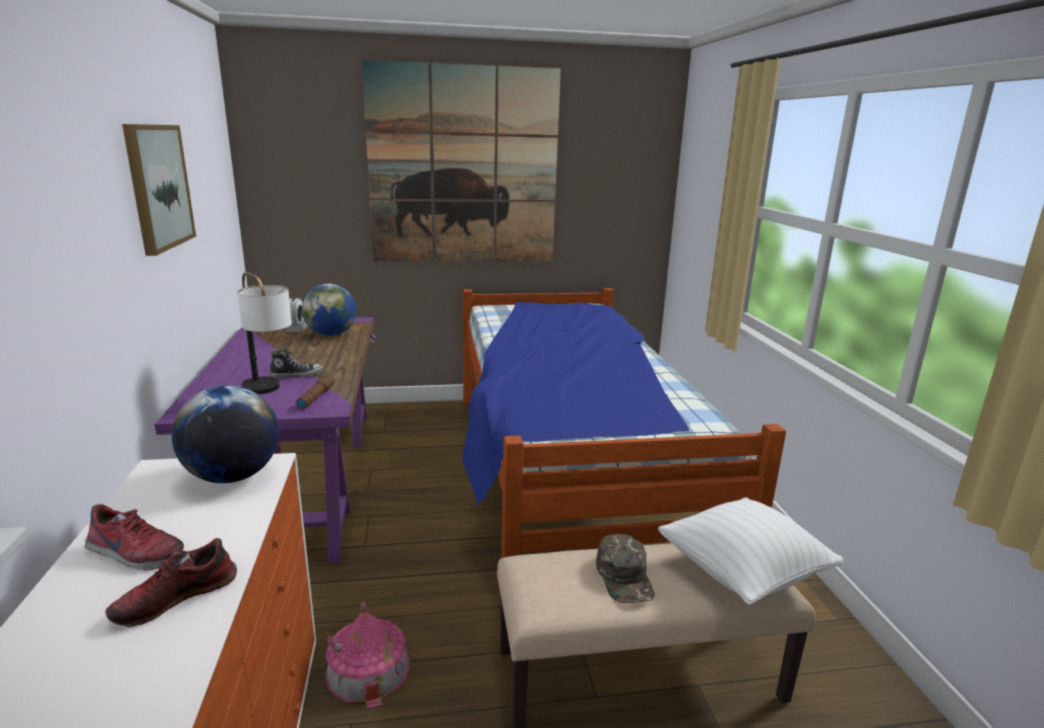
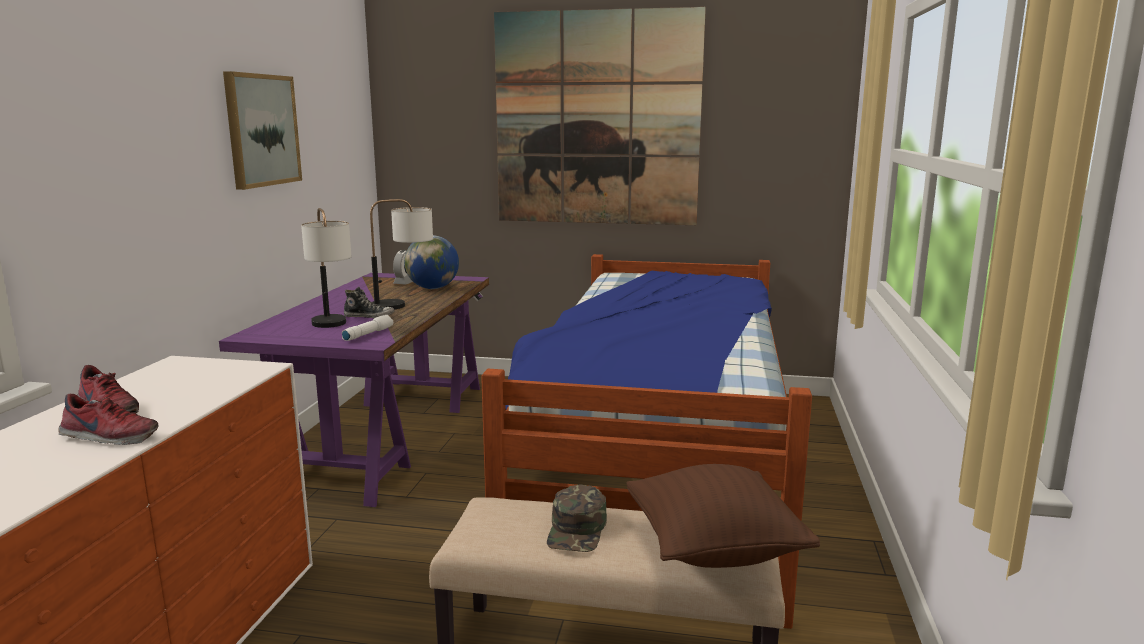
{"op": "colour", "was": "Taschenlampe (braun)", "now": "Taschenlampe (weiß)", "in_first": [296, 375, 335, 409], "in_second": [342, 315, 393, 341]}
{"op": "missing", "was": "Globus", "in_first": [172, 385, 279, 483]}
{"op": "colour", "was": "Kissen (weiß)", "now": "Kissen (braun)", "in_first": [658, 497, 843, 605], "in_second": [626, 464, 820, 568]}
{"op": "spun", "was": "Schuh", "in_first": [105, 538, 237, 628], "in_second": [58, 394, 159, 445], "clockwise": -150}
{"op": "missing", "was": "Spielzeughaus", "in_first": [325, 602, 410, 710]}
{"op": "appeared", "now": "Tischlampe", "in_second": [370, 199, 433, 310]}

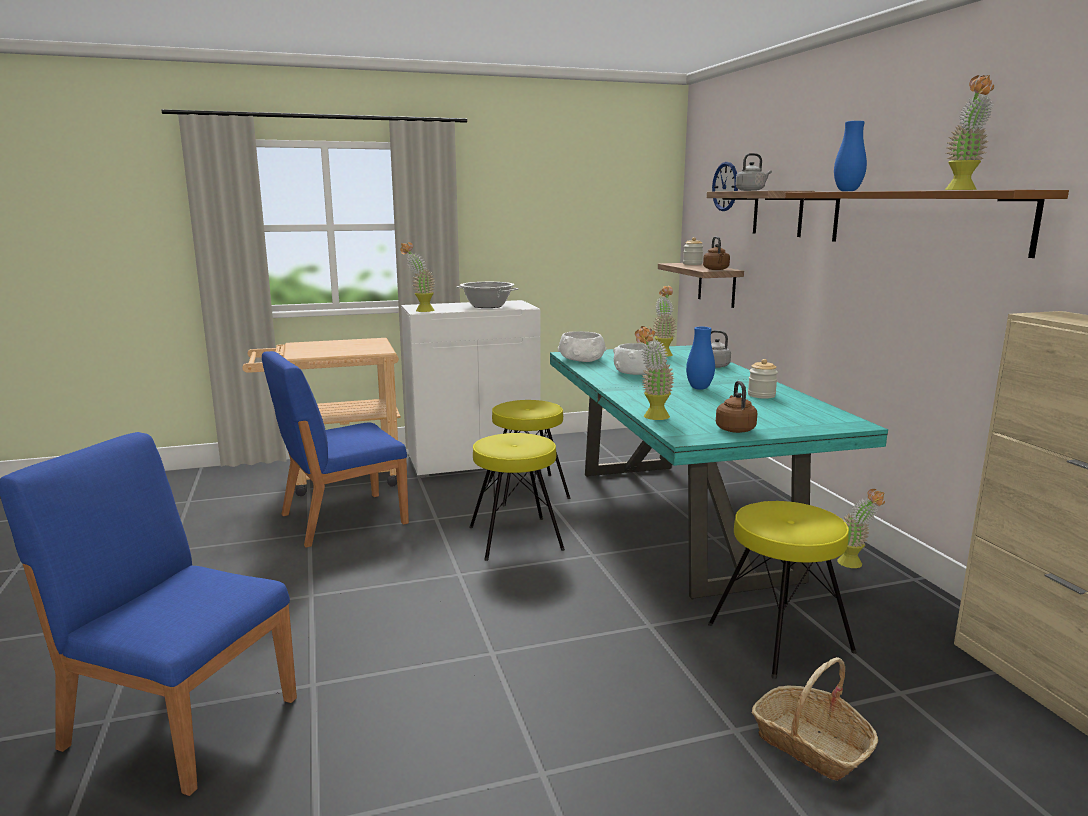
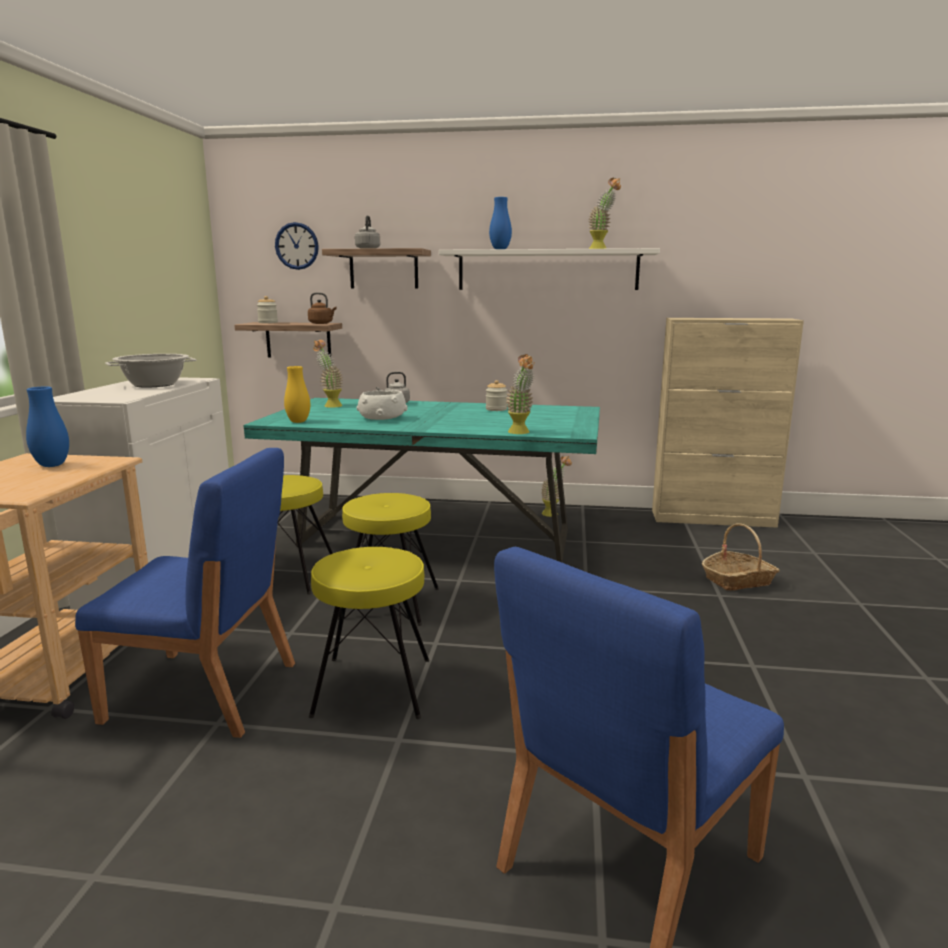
{"op": "colour", "was": "Wandregal (braun)", "now": "Wandregal (weiß)", "in_first": [785, 190, 1069, 258], "in_second": [439, 248, 660, 290]}
{"op": "missing", "was": "Topfpflanze", "in_first": [400, 242, 435, 312]}
{"op": "relocated", "was": "Vase (blau)", "in_first": [686, 327, 715, 390], "in_second": [26, 386, 69, 467]}
{"op": "exchanged", "was": "Schüssel (weiß)", "now": "Vase (gelb)", "in_first": [558, 331, 607, 362], "in_second": [284, 366, 310, 423]}
{"op": "spun", "was": "Stuhl (blau)", "in_first": [262, 351, 409, 547], "in_second": [75, 448, 295, 738], "clockwise": -75}
{"op": "missing", "was": "Wasserkessel (braun)", "in_first": [716, 381, 757, 433]}
{"op": "relocated", "was": "Hocker (gelb)", "in_first": [708, 501, 857, 679], "in_second": [309, 547, 429, 719]}

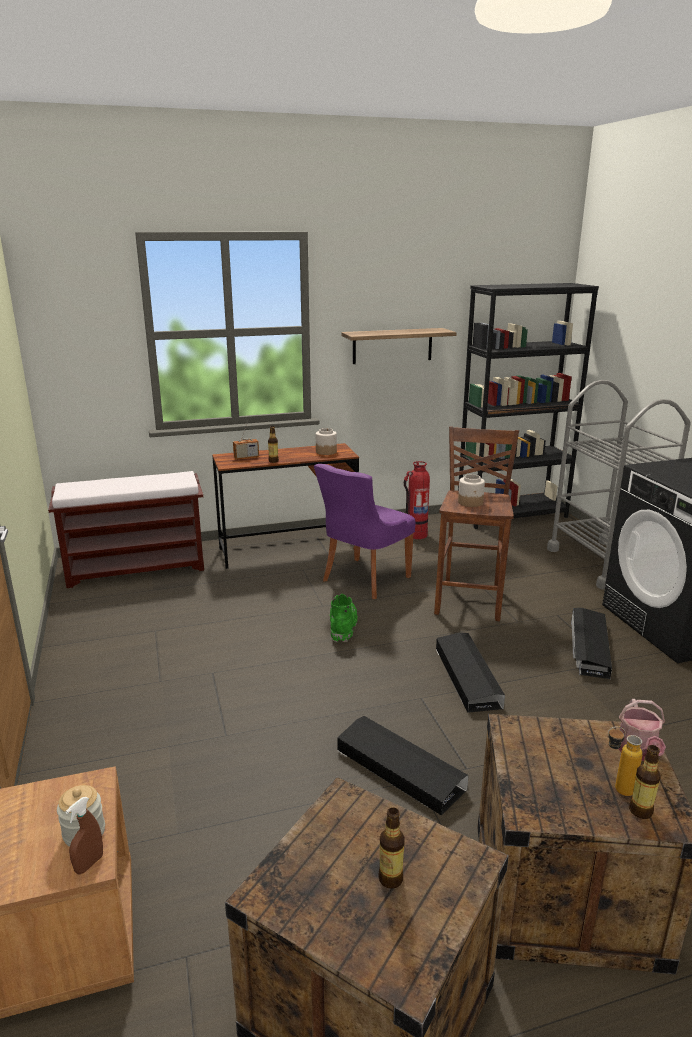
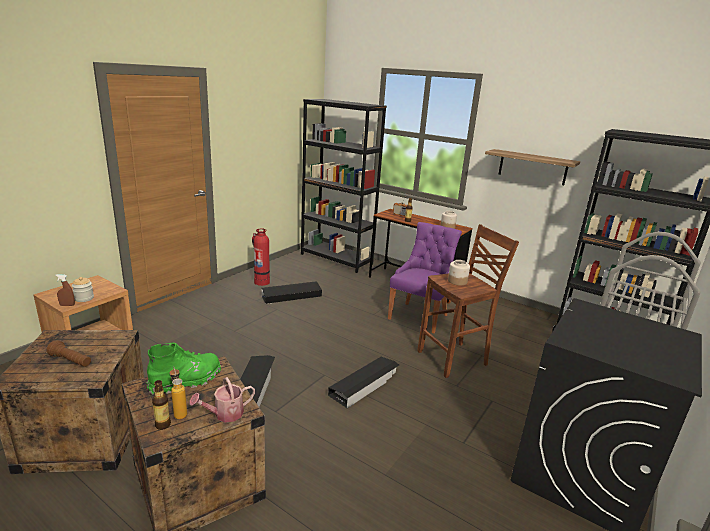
{"op": "relocated", "was": "Feuerlöscher", "in_first": [404, 461, 430, 539], "in_second": [252, 229, 270, 286]}
{"op": "spun", "was": "Stuhl (lila)", "in_first": [314, 464, 416, 599], "in_second": [388, 222, 462, 333], "clockwise": 120}
{"op": "exchanged", "was": "Bank (braun)", "now": "Bücherregal (schwarz)", "in_first": [48, 471, 204, 588], "in_second": [301, 99, 387, 273]}
{"op": "relocated", "was": "Stiefel (grün)", "in_first": [330, 594, 358, 642], "in_second": [147, 343, 221, 394]}
{"op": "relocated", "was": "Aufbewahrungsbox (schwarz)", "in_first": [571, 608, 612, 679], "in_second": [261, 281, 322, 304]}
{"op": "exchanged", "was": "Flasche", "now": "Taschenlampe (braun)", "in_first": [378, 807, 405, 889], "in_second": [47, 340, 91, 367]}

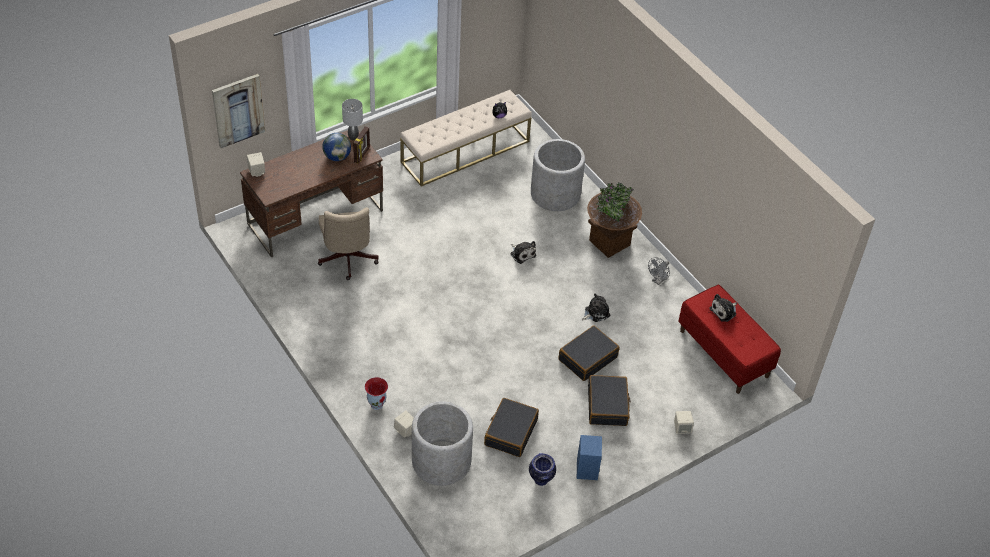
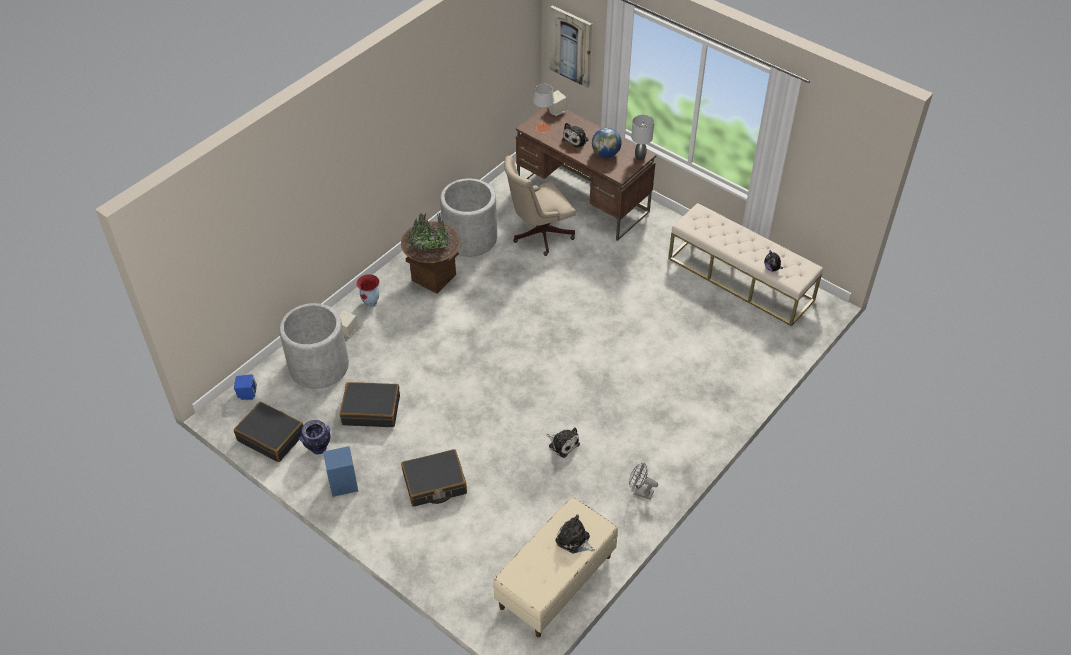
{"op": "missing", "was": "Bilderrahmen", "in_first": [353, 126, 370, 163]}
{"op": "relocated", "was": "Pflanzkübel (grau)", "in_first": [531, 139, 585, 211], "in_second": [440, 179, 497, 257]}
{"op": "relocated", "was": "Pflanzkübel (braun)", "in_first": [587, 182, 642, 258], "in_second": [401, 212, 460, 294]}
{"op": "relocated", "was": "Plüschtier", "in_first": [511, 241, 536, 264], "in_second": [562, 123, 589, 148]}
{"op": "colour", "was": "Bank (rot)", "now": "Bank (beige)", "in_first": [678, 285, 781, 394], "in_second": [493, 497, 618, 637]}
{"op": "relocated", "was": "Koffer (schwarz)", "in_first": [559, 325, 620, 381], "in_second": [234, 402, 303, 462]}
{"op": "missing", "was": "Lautsprecher (beige)", "in_first": [674, 411, 694, 434]}
{"op": "appeared", "now": "Tischlampe (grau)", "in_second": [533, 84, 554, 132]}
{"op": "appeared", "now": "Lautsprecher (blau)", "in_second": [234, 374, 257, 400]}

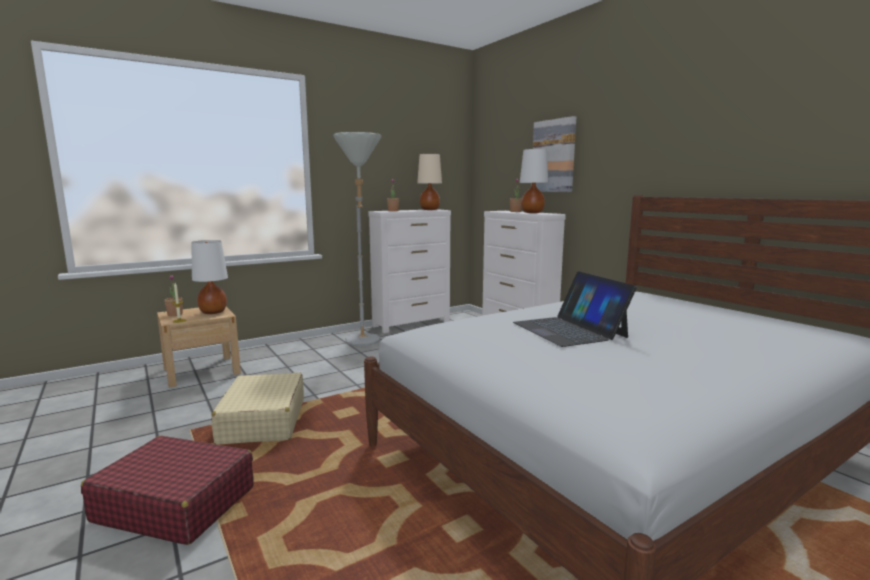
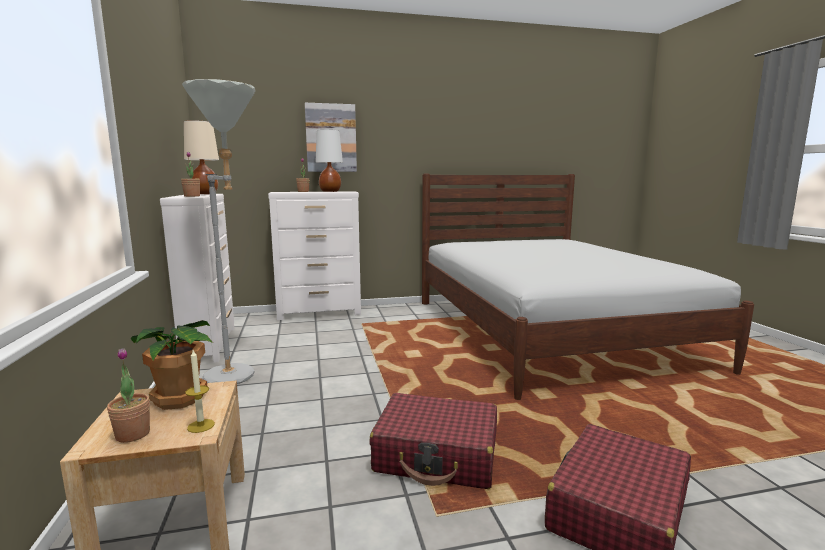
{"op": "exchanged", "was": "Tischlampe (weiß)", "now": "Topfpflanze", "in_first": [191, 240, 228, 314], "in_second": [130, 320, 213, 410]}
{"op": "missing", "was": "Laptop", "in_first": [513, 271, 637, 347]}
{"op": "colour", "was": "Koffer (beige)", "now": "Koffer (rot)", "in_first": [211, 373, 304, 445], "in_second": [369, 393, 497, 489]}

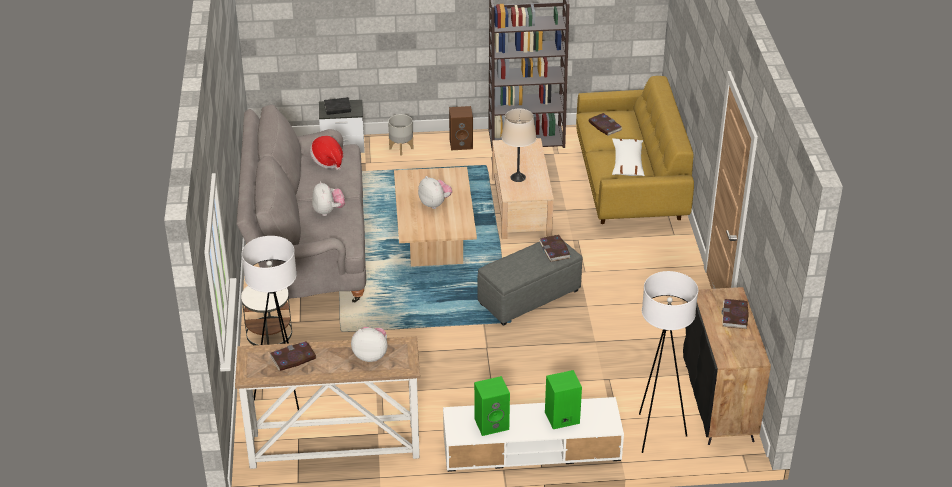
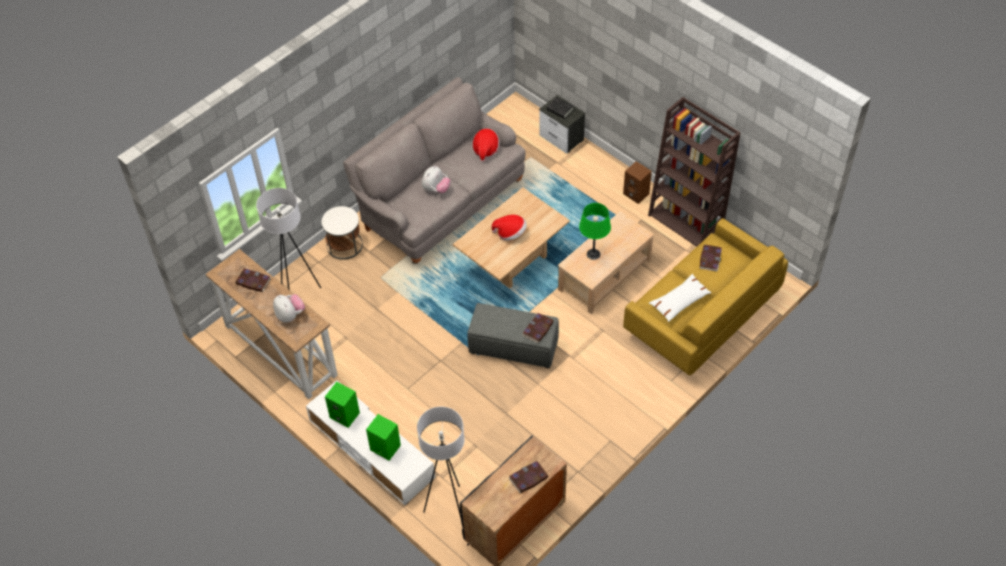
{"op": "colour", "was": "Tischlampe (beige)", "now": "Tischlampe (grün)", "in_first": [501, 108, 537, 182], "in_second": [579, 203, 611, 260]}
{"op": "missing", "was": "Pflanzkübel (grau)", "in_first": [388, 114, 413, 156]}
{"op": "exchanged", "was": "Plüschtier", "now": "Hut", "in_first": [418, 176, 452, 209], "in_second": [491, 215, 527, 241]}

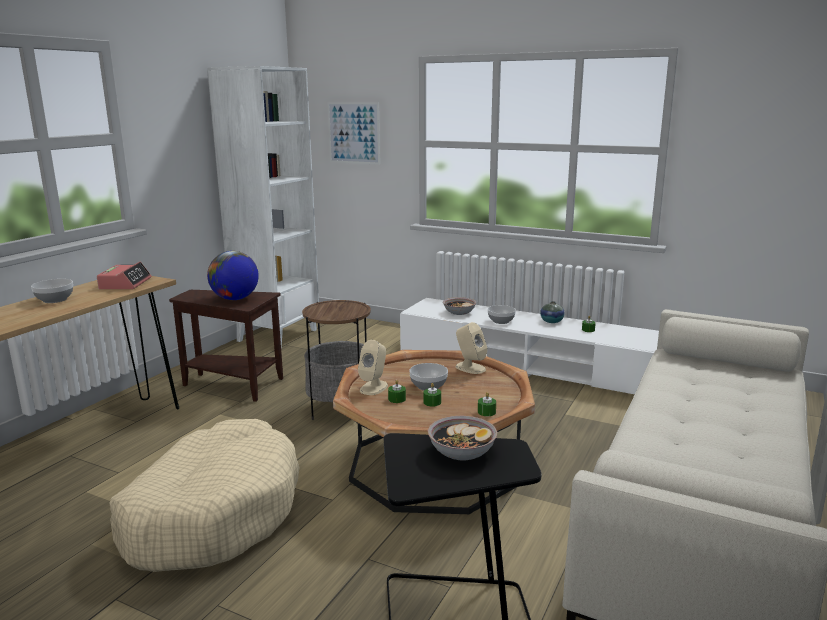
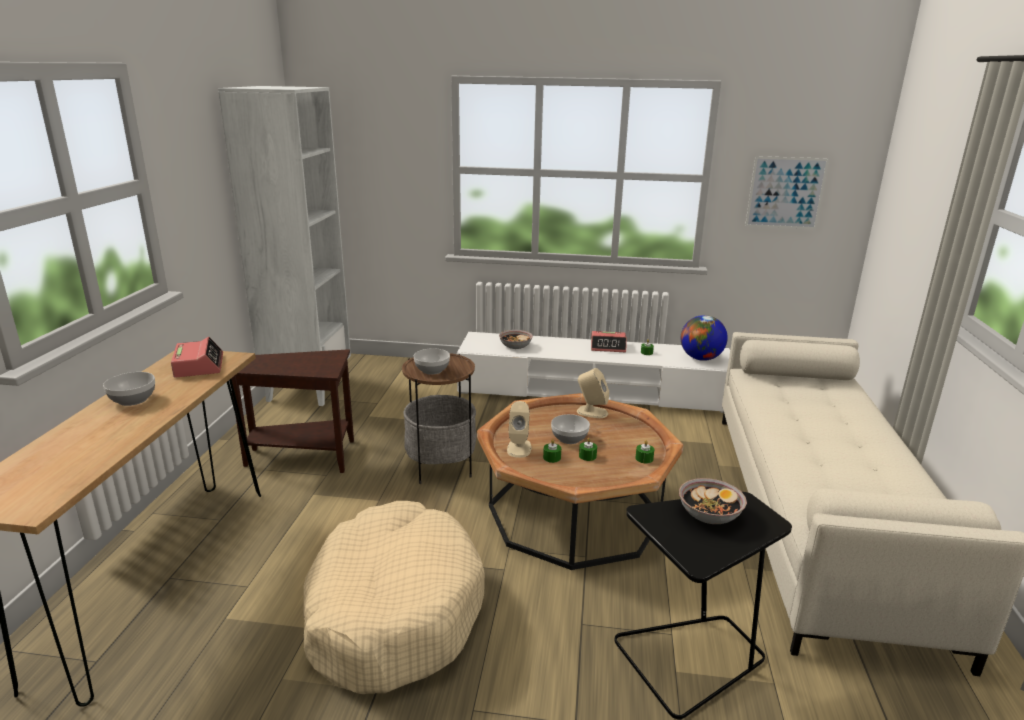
{"op": "relocated", "was": "Bild", "in_first": [328, 102, 380, 165], "in_second": [745, 156, 829, 229]}
{"op": "relocated", "was": "Globus", "in_first": [207, 251, 259, 300], "in_second": [681, 315, 728, 361]}
{"op": "exchanged", "was": "Vase", "now": "Wecker", "in_first": [540, 301, 565, 323], "in_second": [591, 331, 627, 352]}
{"op": "relocated", "was": "Schüssel", "in_first": [488, 305, 516, 324], "in_second": [414, 348, 450, 375]}

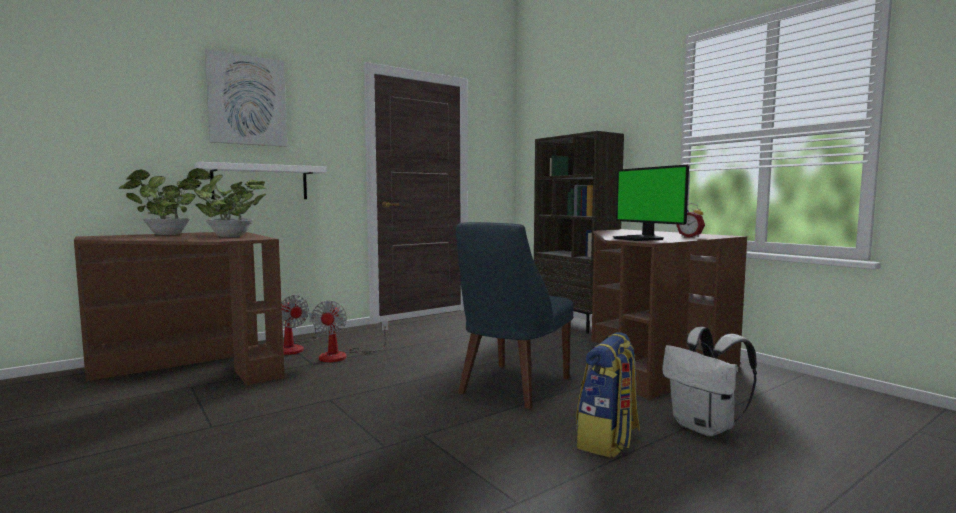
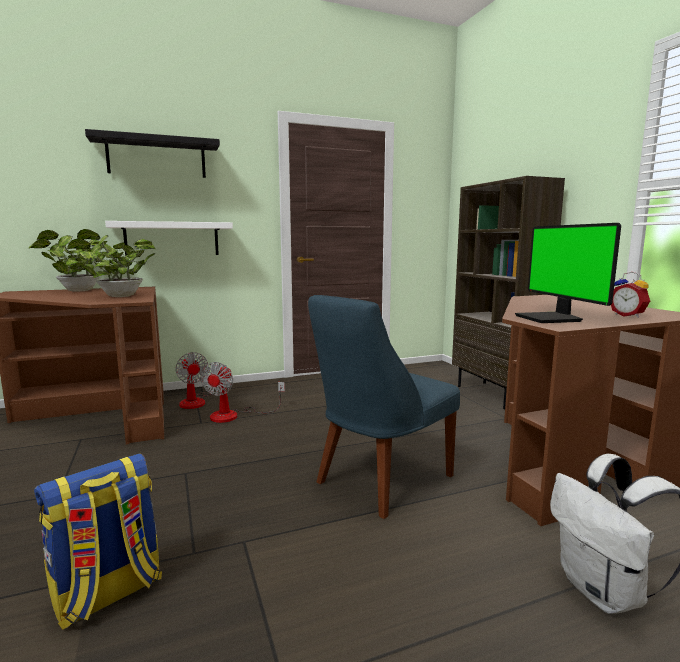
{"op": "exchanged", "was": "Bild", "now": "Wandregal (schwarz)", "in_first": [205, 49, 287, 147], "in_second": [85, 129, 220, 178]}
{"op": "relocated", "was": "Rucksack", "in_first": [576, 332, 640, 458], "in_second": [34, 453, 162, 630]}

